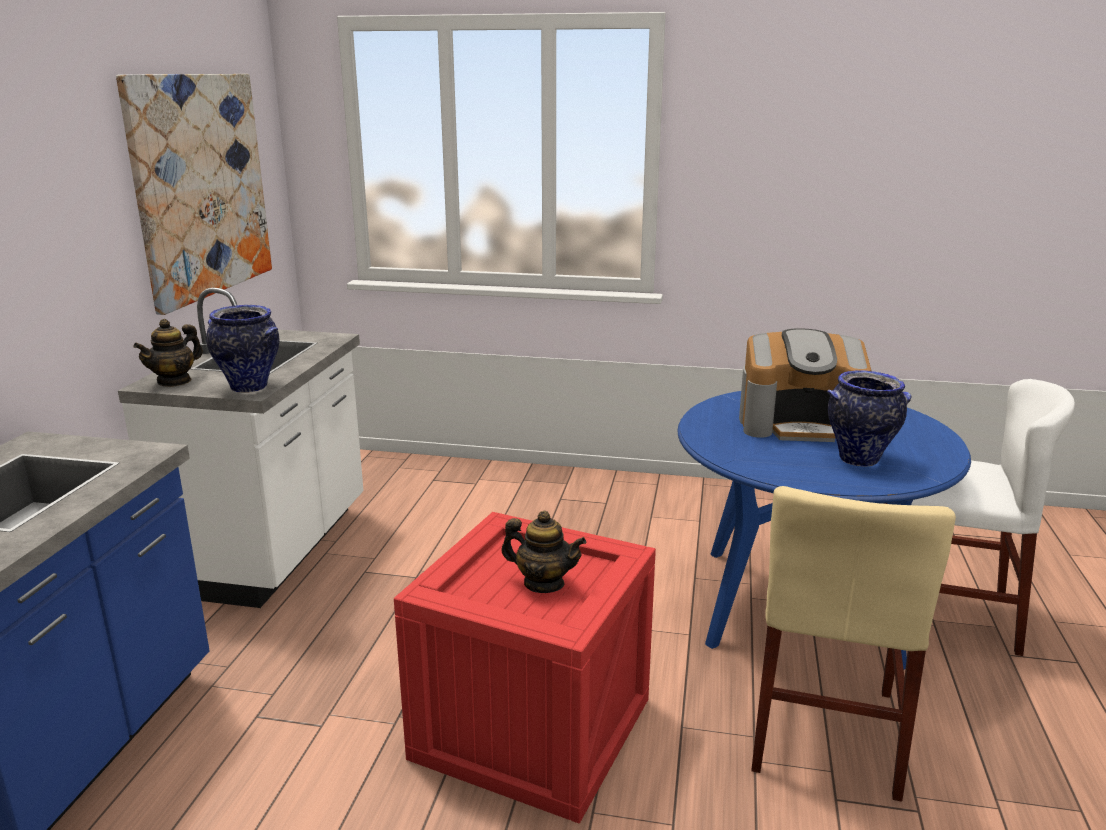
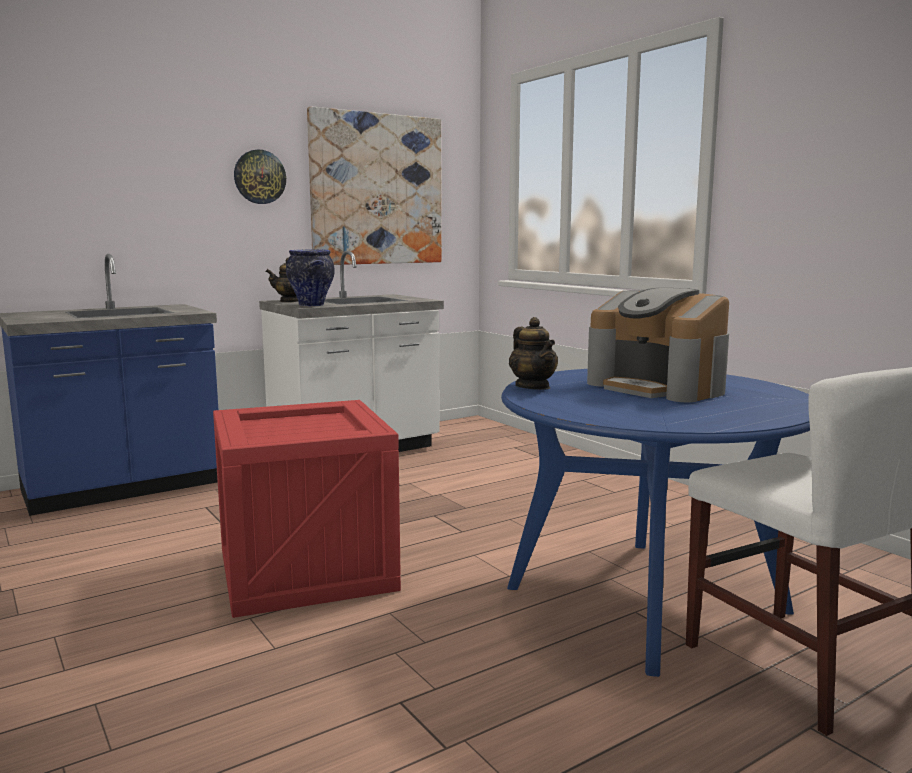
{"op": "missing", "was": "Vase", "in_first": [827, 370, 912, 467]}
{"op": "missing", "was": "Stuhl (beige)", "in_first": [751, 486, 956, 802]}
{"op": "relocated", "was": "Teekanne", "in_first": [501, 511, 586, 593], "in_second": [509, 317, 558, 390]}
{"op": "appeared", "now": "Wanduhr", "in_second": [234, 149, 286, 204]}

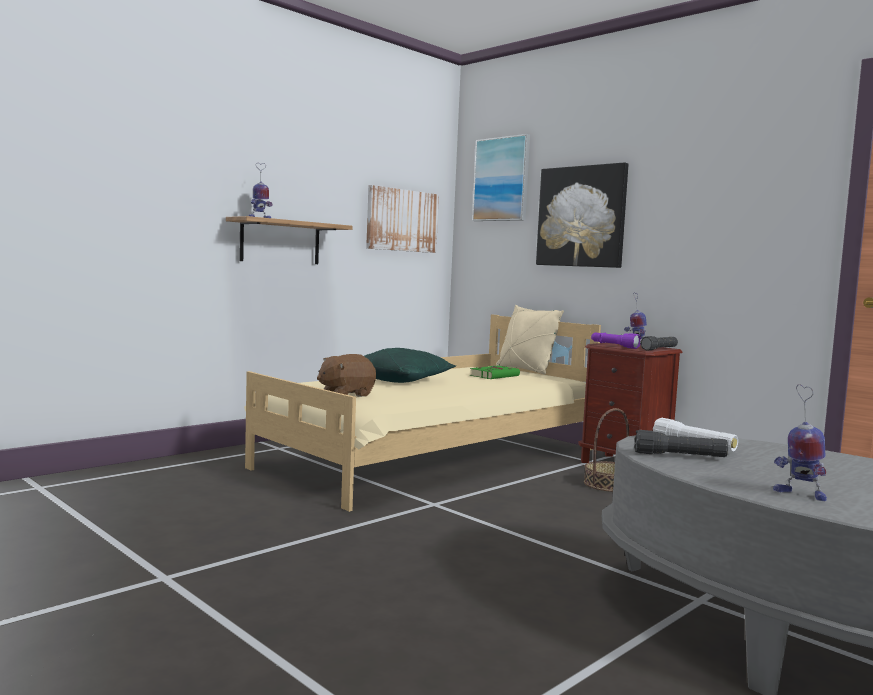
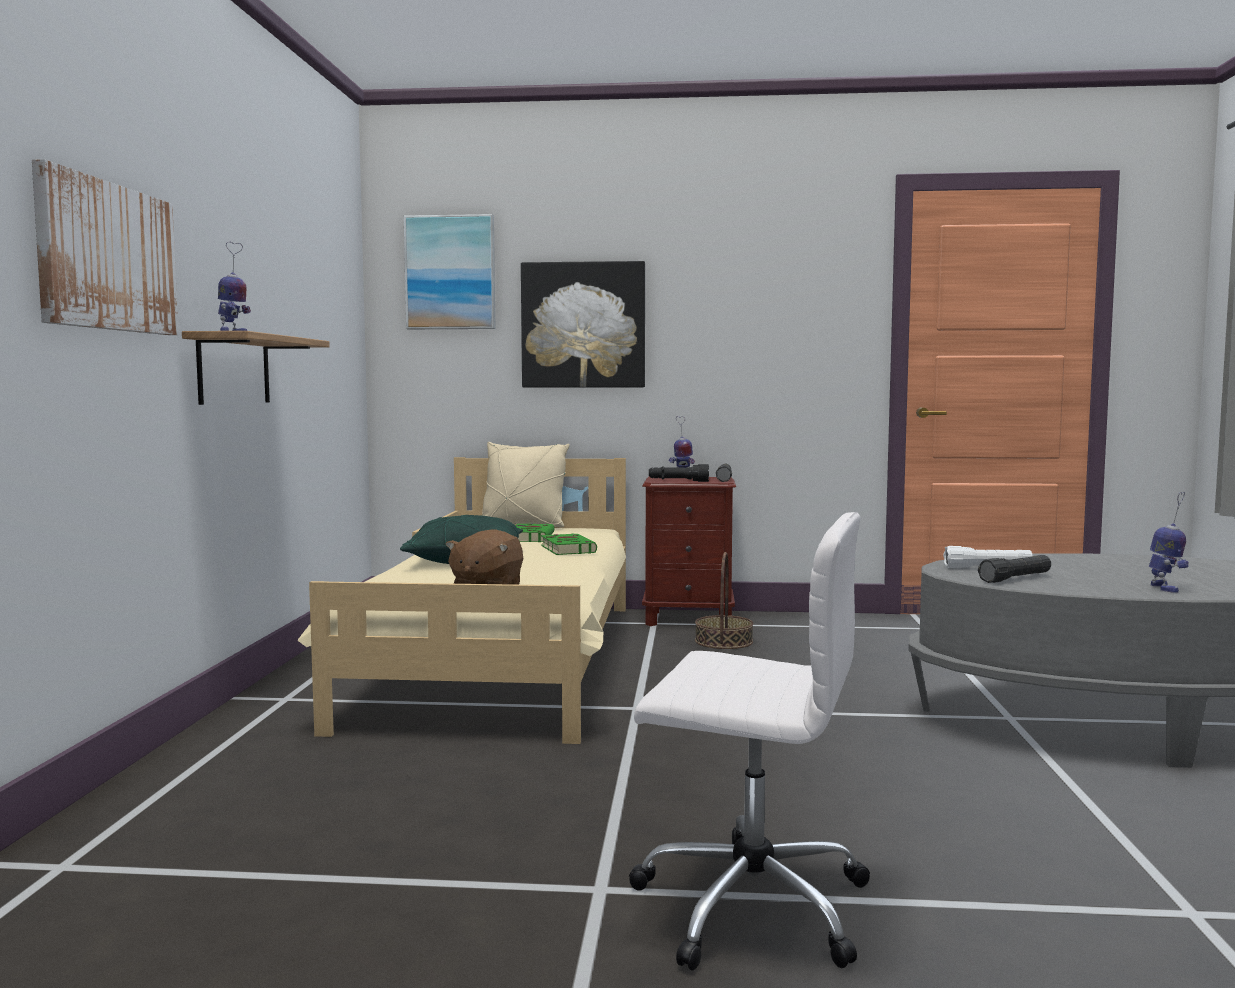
{"op": "relocated", "was": "Bild", "in_first": [366, 185, 439, 253], "in_second": [32, 159, 179, 335]}
{"op": "colour", "was": "Taschenlampe (lila)", "now": "Taschenlampe (schwarz)", "in_first": [591, 333, 641, 349], "in_second": [649, 464, 709, 482]}
{"op": "spun", "was": "Spielzeugroboter", "in_first": [773, 384, 827, 501], "in_second": [1149, 492, 1189, 593], "clockwise": -75}
{"op": "appeared", "now": "Bürostuhl (weiß)", "in_second": [629, 512, 870, 971]}
{"op": "appeared", "now": "Buch (grün)", "in_second": [541, 533, 597, 555]}

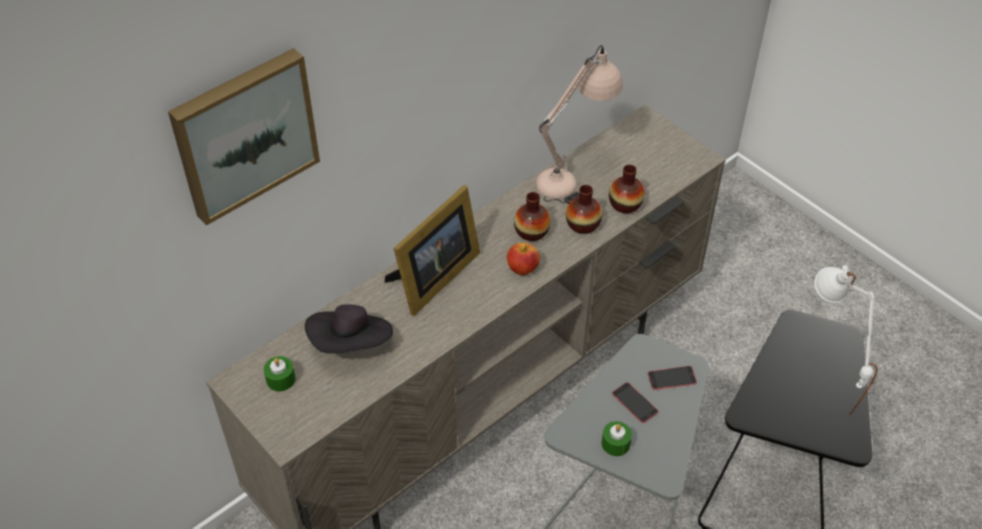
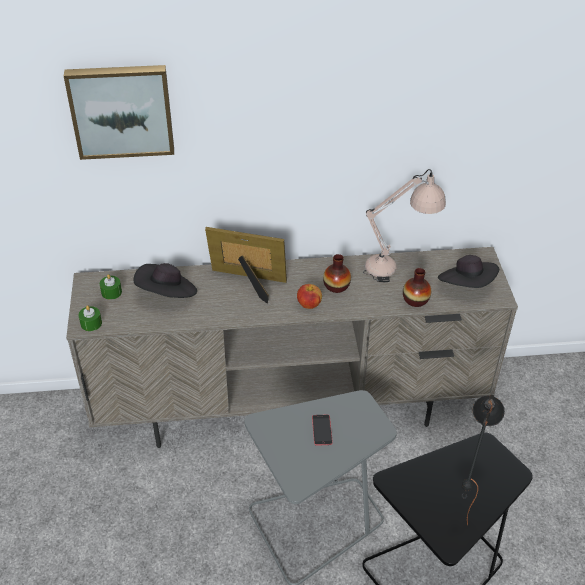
{"op": "spun", "was": "Bilderrahmen", "in_first": [385, 185, 480, 316], "in_second": [205, 227, 287, 303], "clockwise": -150}
{"op": "missing", "was": "Vase", "in_first": [566, 185, 602, 234]}
{"op": "colour", "was": "Tischlampe (weiß)", "now": "Tischlampe (schwarz)", "in_first": [815, 265, 877, 415], "in_second": [462, 395, 505, 525]}
{"op": "missing", "was": "Handy", "in_first": [648, 366, 697, 390]}
{"op": "relocated", "was": "Kerze (grün)", "in_first": [602, 421, 632, 456], "in_second": [79, 305, 102, 331]}
{"op": "appeared", "now": "Hut (schwarz)", "in_second": [438, 255, 499, 288]}

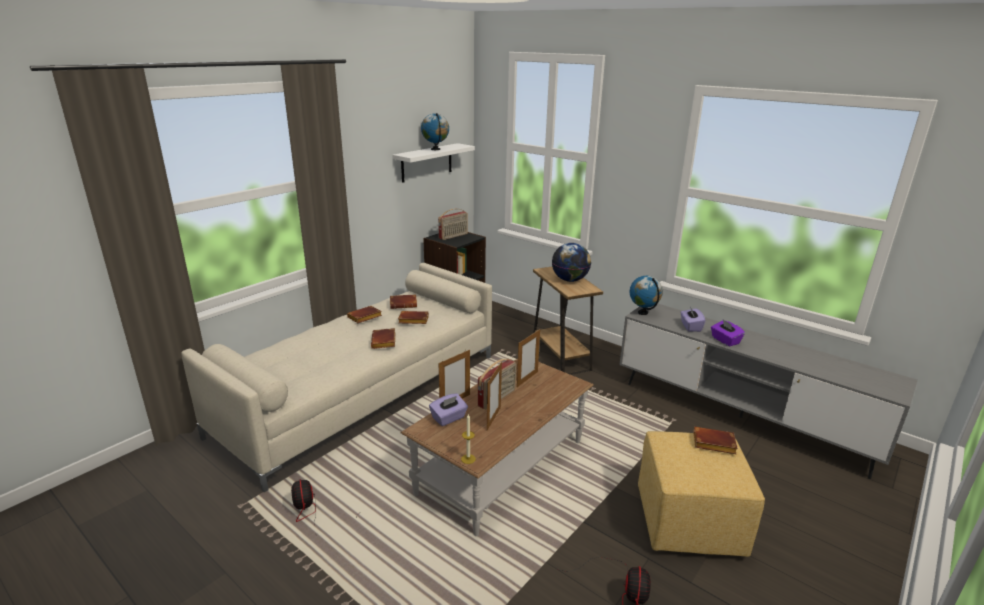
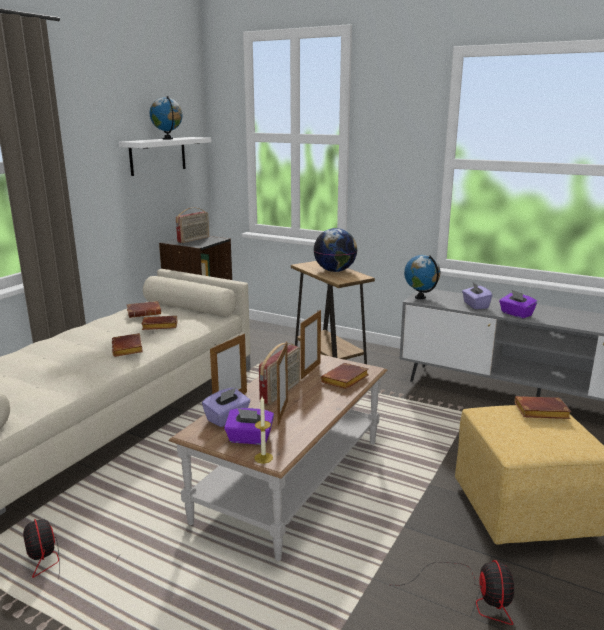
{"op": "relocated", "was": "Buch (braun)", "in_first": [347, 306, 382, 323], "in_second": [321, 363, 369, 389]}
{"op": "appeared", "now": "Taschentuchbox (lila)", "in_second": [224, 408, 274, 445]}

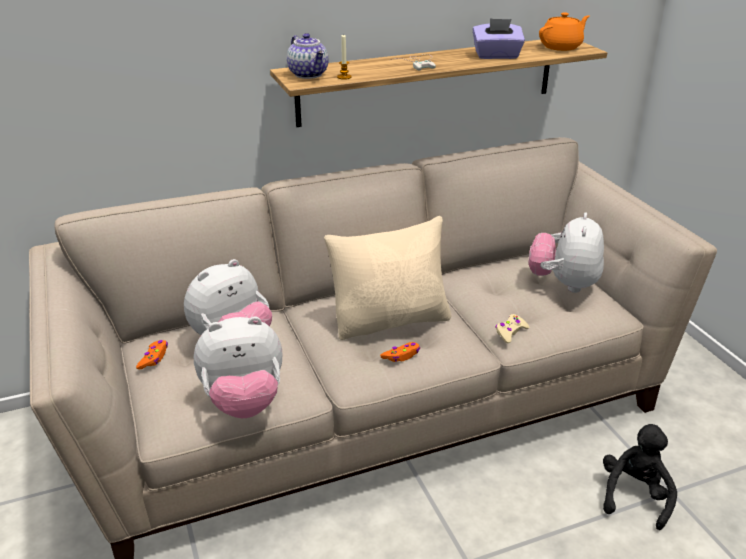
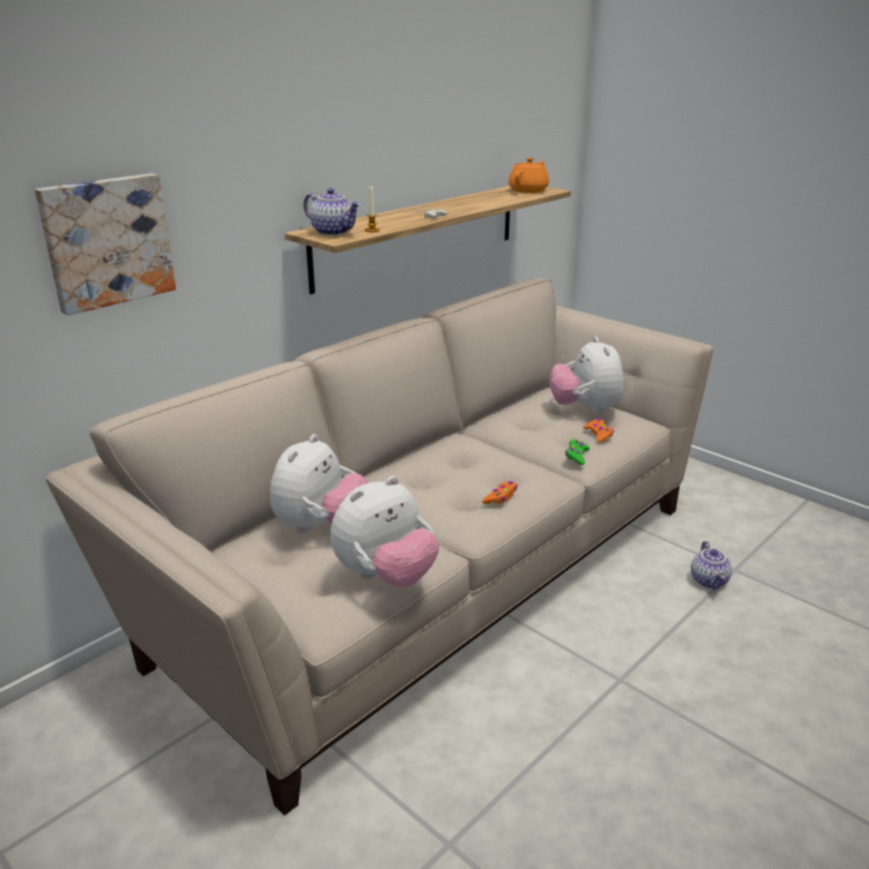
{"op": "missing", "was": "Taschentuchbox (lila)", "in_first": [473, 18, 525, 59]}
{"op": "missing", "was": "Kissen (beige)", "in_first": [324, 216, 452, 340]}
{"op": "colour", "was": "Gamepad (beige)", "now": "Gamepad (grün)", "in_first": [495, 314, 529, 343], "in_second": [565, 439, 590, 465]}
{"op": "relocated", "was": "Gamepad (orange)", "in_first": [136, 340, 168, 369], "in_second": [583, 418, 614, 443]}
{"op": "exchanged", "was": "Plüschtier (schwarz)", "now": "Teekanne", "in_first": [603, 424, 677, 530], "in_second": [691, 541, 732, 589]}
{"op": "appeared", "now": "Bild", "in_second": [35, 173, 176, 316]}

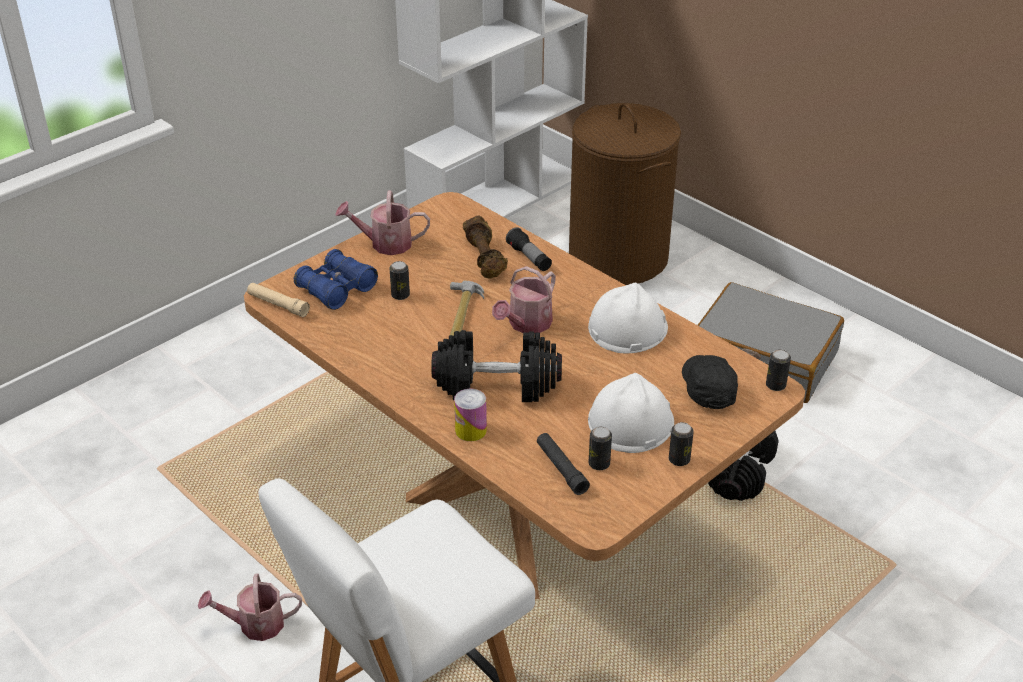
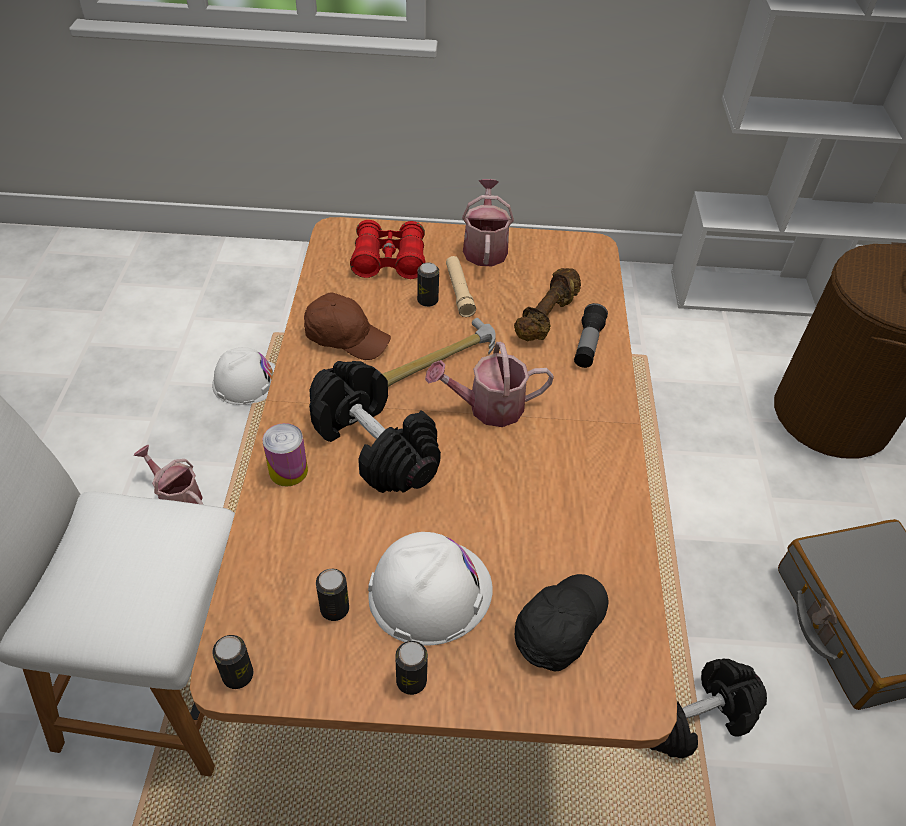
{"op": "spun", "was": "Gießkanne", "in_first": [335, 190, 430, 255], "in_second": [462, 179, 514, 266], "clockwise": 45}
{"op": "colour", "was": "Fernglas (blau)", "now": "Fernglas (rot)", "in_first": [294, 249, 378, 310], "in_second": [350, 220, 426, 279]}
{"op": "relocated", "was": "Taschenlampe (beige)", "in_first": [247, 283, 310, 317], "in_second": [446, 256, 476, 317]}
{"op": "relocated", "was": "Schutzhelm (weiß)", "in_first": [588, 283, 668, 353], "in_second": [212, 347, 276, 405]}
{"op": "relocated", "was": "Dose", "in_first": [766, 349, 791, 391], "in_second": [212, 635, 253, 689]}
{"op": "missing", "was": "Taschenlampe (schwarz)", "in_first": [537, 433, 590, 495]}
{"op": "appeared", "now": "Kappe (braun)", "in_second": [304, 292, 391, 360]}

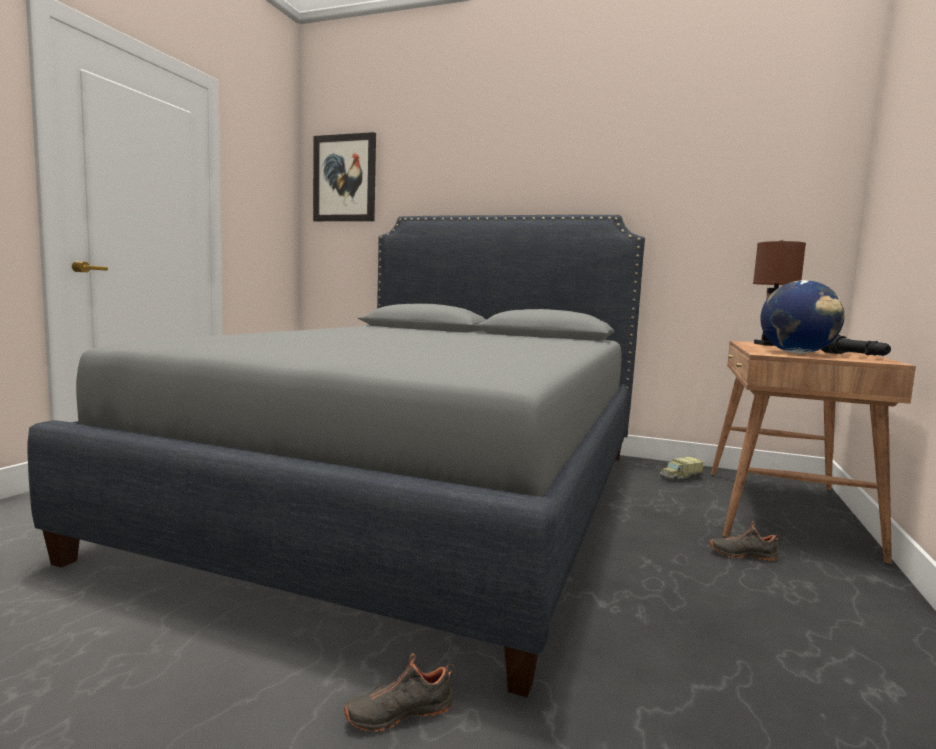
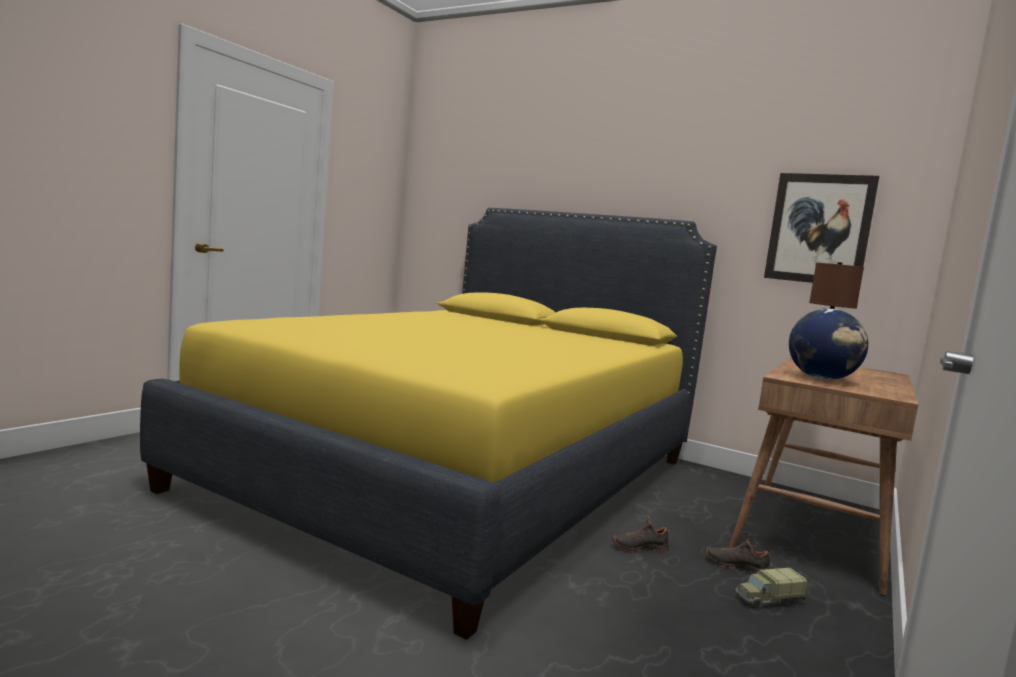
{"op": "relocated", "was": "Bild", "in_first": [313, 132, 376, 222], "in_second": [764, 173, 879, 283]}
{"op": "colour", "was": "Bett (grau)", "now": "Bett (gelb)", "in_first": [28, 215, 645, 697], "in_second": [140, 208, 717, 640]}
{"op": "missing", "was": "Taschenlampe (schwarz)", "in_first": [821, 335, 891, 356]}
{"op": "relocated", "was": "Spielzeuglaster", "in_first": [660, 456, 704, 482], "in_second": [735, 567, 807, 609]}
{"op": "relocated", "was": "Schuh (schwarz)", "in_first": [344, 653, 454, 732], "in_second": [612, 516, 669, 552]}

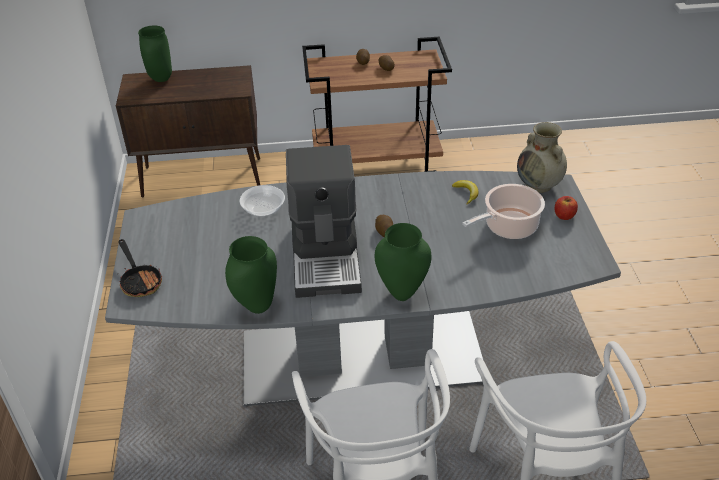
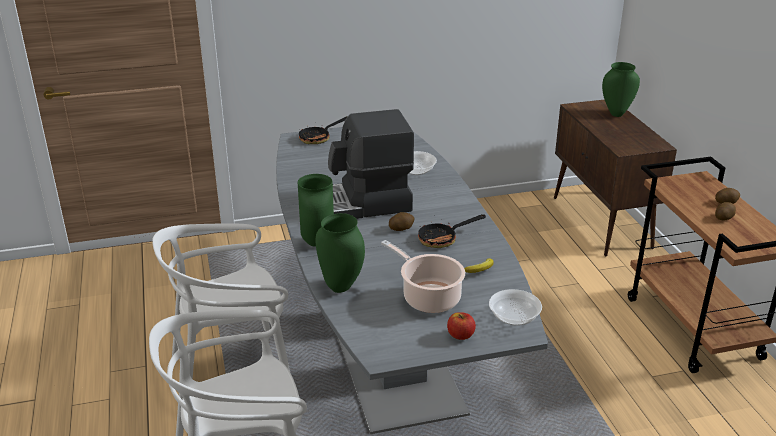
{"op": "exchanged", "was": "Vase (beige)", "now": "Schüssel", "in_first": [517, 122, 567, 193], "in_second": [489, 289, 542, 326]}
{"op": "relocated", "was": "Vase (grün)", "in_first": [225, 236, 277, 314], "in_second": [316, 213, 365, 293]}
{"op": "appeared", "now": "Pfanne", "in_second": [418, 214, 486, 248]}

